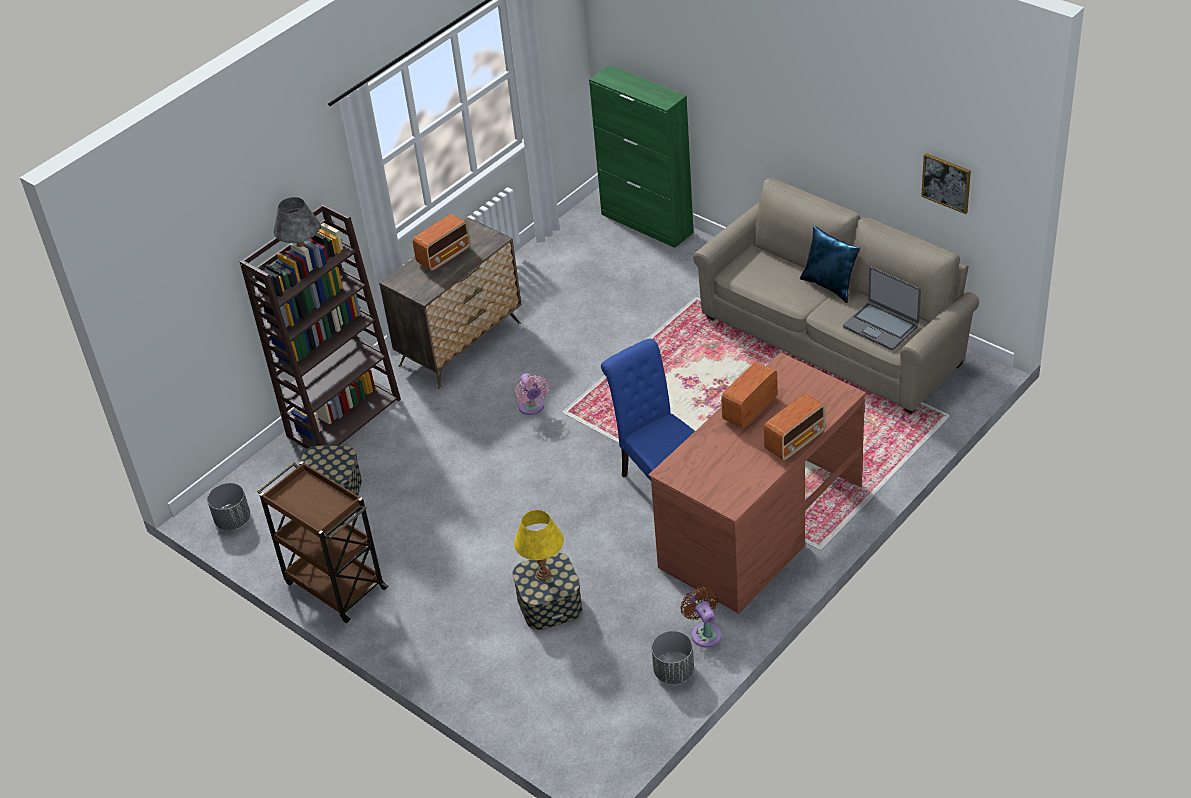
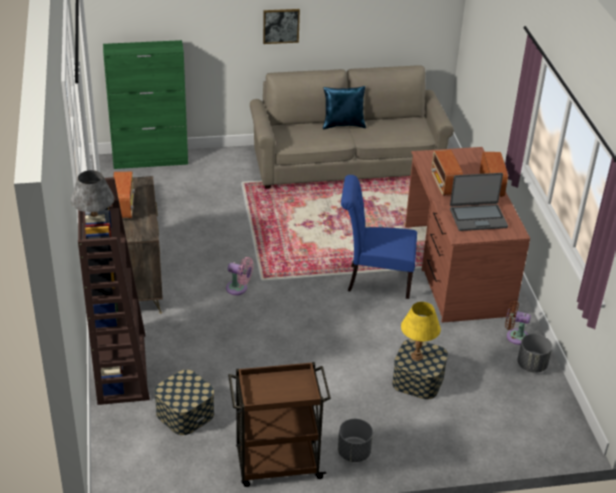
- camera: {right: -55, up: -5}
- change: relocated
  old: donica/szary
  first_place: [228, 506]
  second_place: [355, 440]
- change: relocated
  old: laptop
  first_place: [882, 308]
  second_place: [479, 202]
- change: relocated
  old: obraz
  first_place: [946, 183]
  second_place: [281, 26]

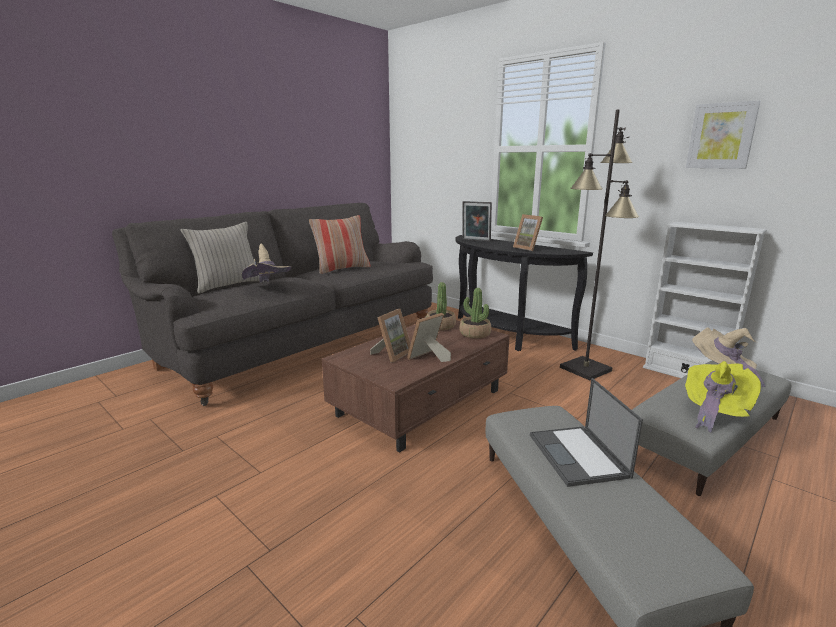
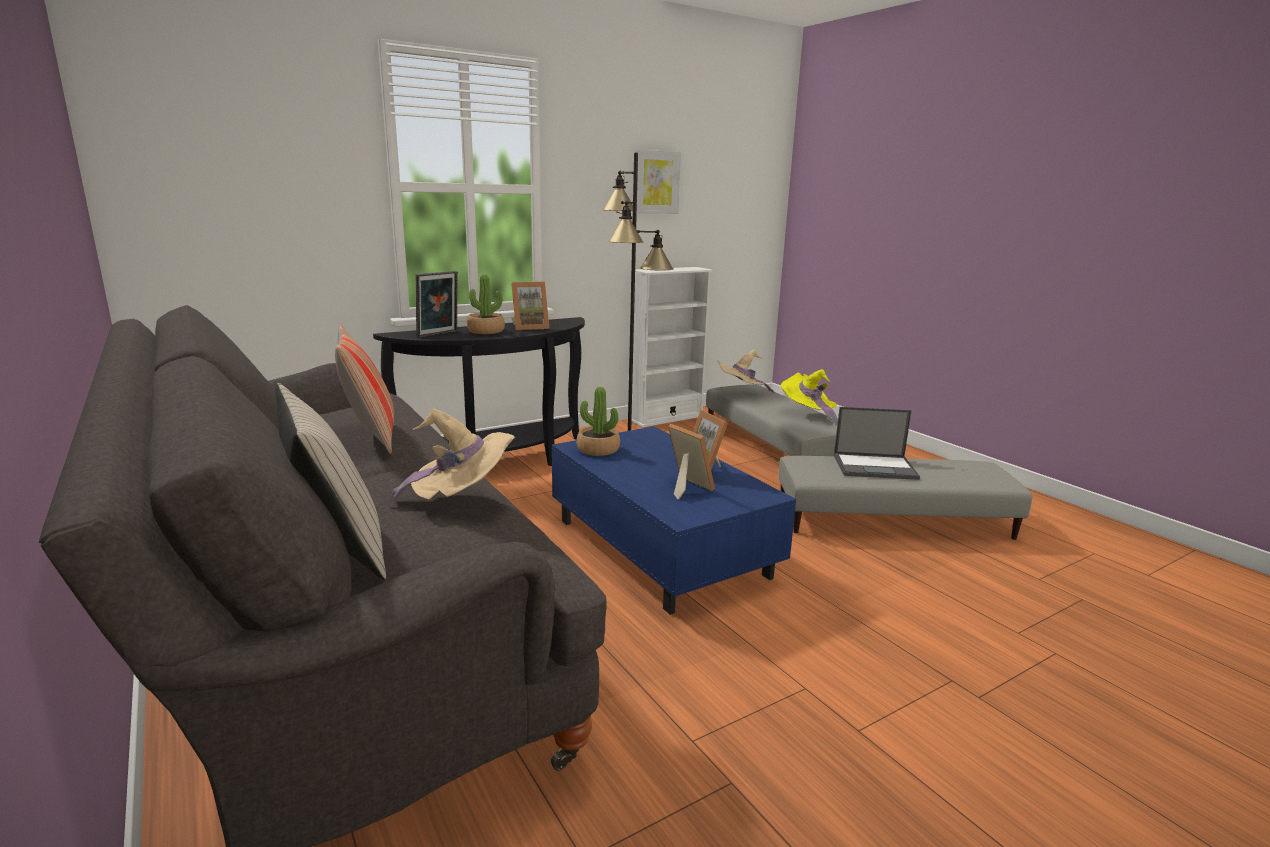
- camera: {right: -75, up: 0}
- change: colour
  old: ława/brązowy
  new: ława/niebieski
  first_place: [416, 386]
  second_place: [674, 520]
- change: relocated
  old: roślina doniczkowa
  first_place: [475, 313]
  second_place: [486, 304]

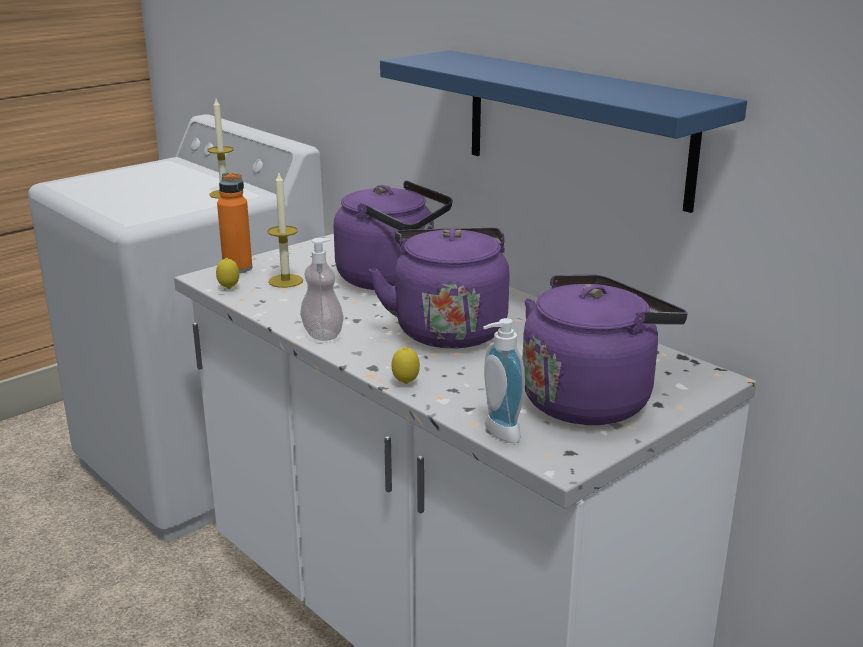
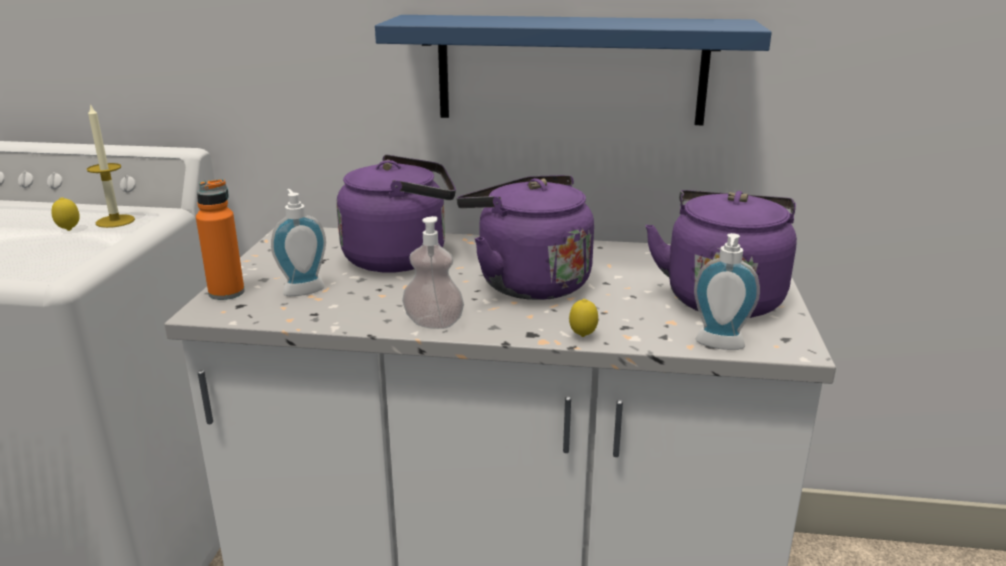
- camera: {right: -40, up: 0}
- change: relocated
  old: cytryna
  first_place: [227, 273]
  second_place: [65, 214]
- change: exchanged
  old: świeca
  new: dozownik mydła
  first_place: [285, 229]
  second_place: [298, 242]

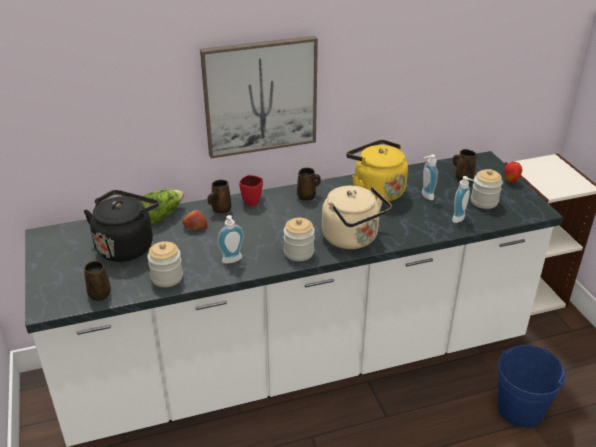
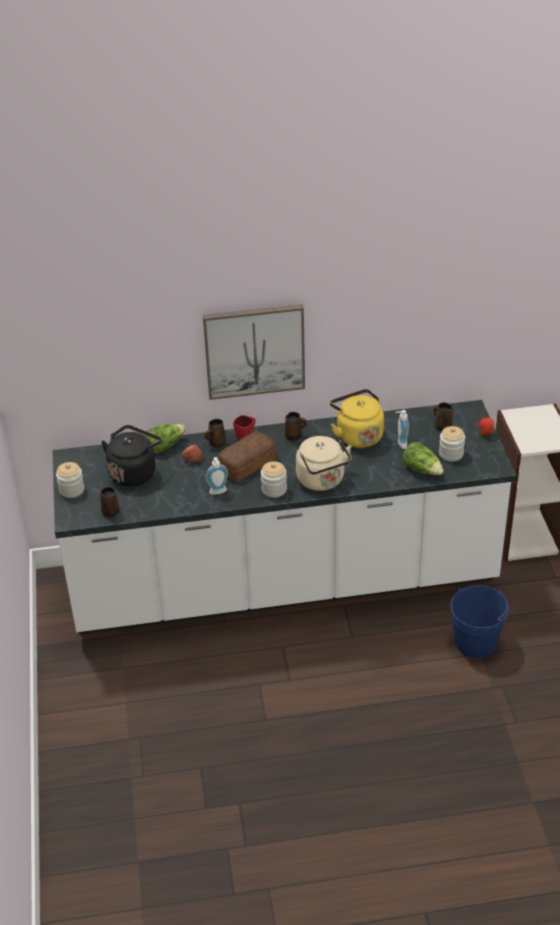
- camera: {right: 10, up: 5}
- change: relocated
  old: słoik
  first_place: [165, 264]
  second_place: [70, 480]
- change: exchanged
  old: dozownik mydła
  new: sałata
  first_place: [463, 199]
  second_place: [423, 458]
- change: appeared
  new: chleb
  second_place: [247, 457]

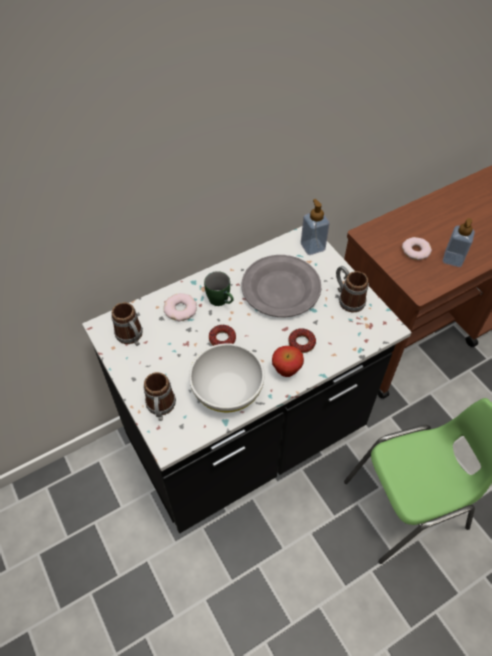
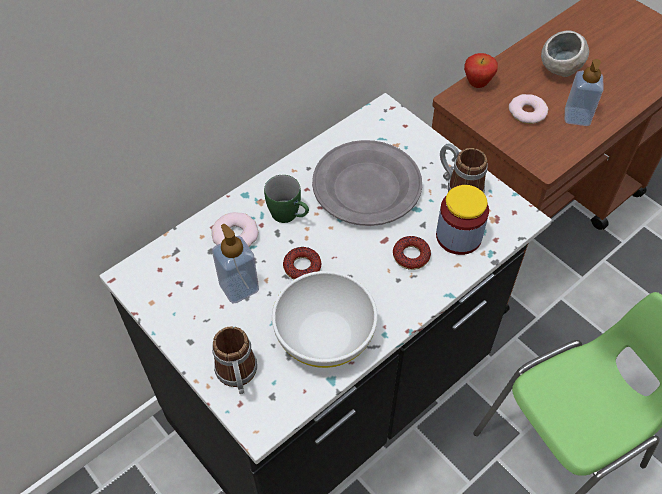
- camera: {right: -10, up: 0}
- change: missing
  old: kubek
  first_place: [127, 324]
- change: relocated
  old: jabłko
  first_place: [288, 361]
  second_place: [481, 70]
- change: relocated
  old: dozownik mydła
  first_place: [315, 227]
  second_place: [235, 264]
- change: appeared
  new: słoik
  second_place: [462, 220]
- change: appeared
  new: miska/szary
  second_place: [565, 53]

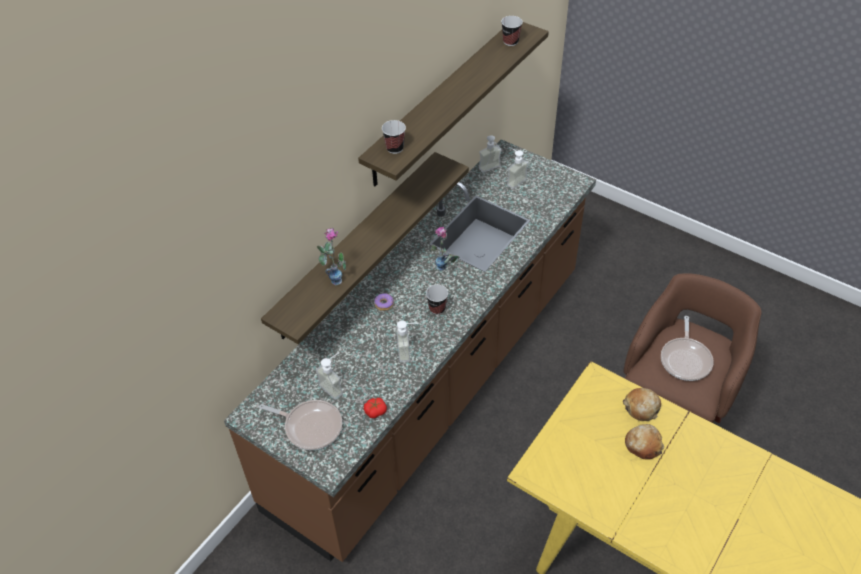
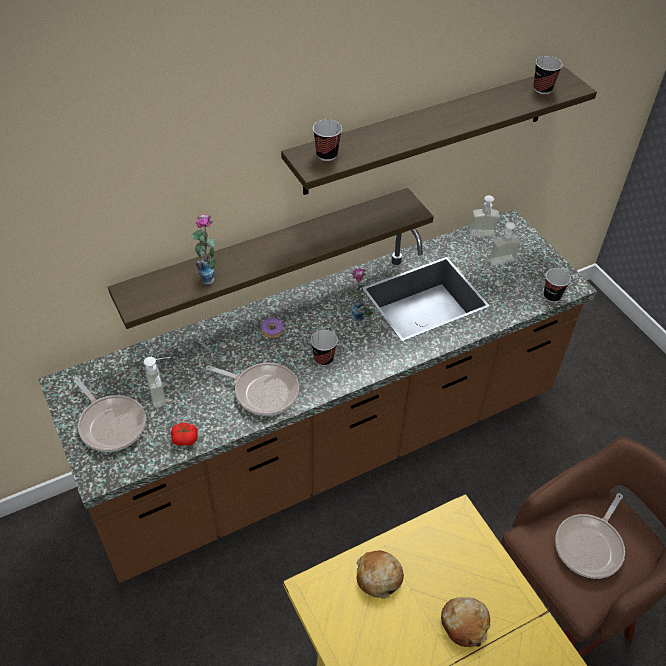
- camera: {right: 25, up: 0}
- change: exchanged
  old: dozownik mydła
  new: patelnia
  first_place: [407, 342]
  second_place: [252, 389]
- change: relocated
  old: chleb
  first_place: [642, 404]
  second_place: [380, 574]
- change: appeared
  new: filiżanka
  second_place: [557, 285]

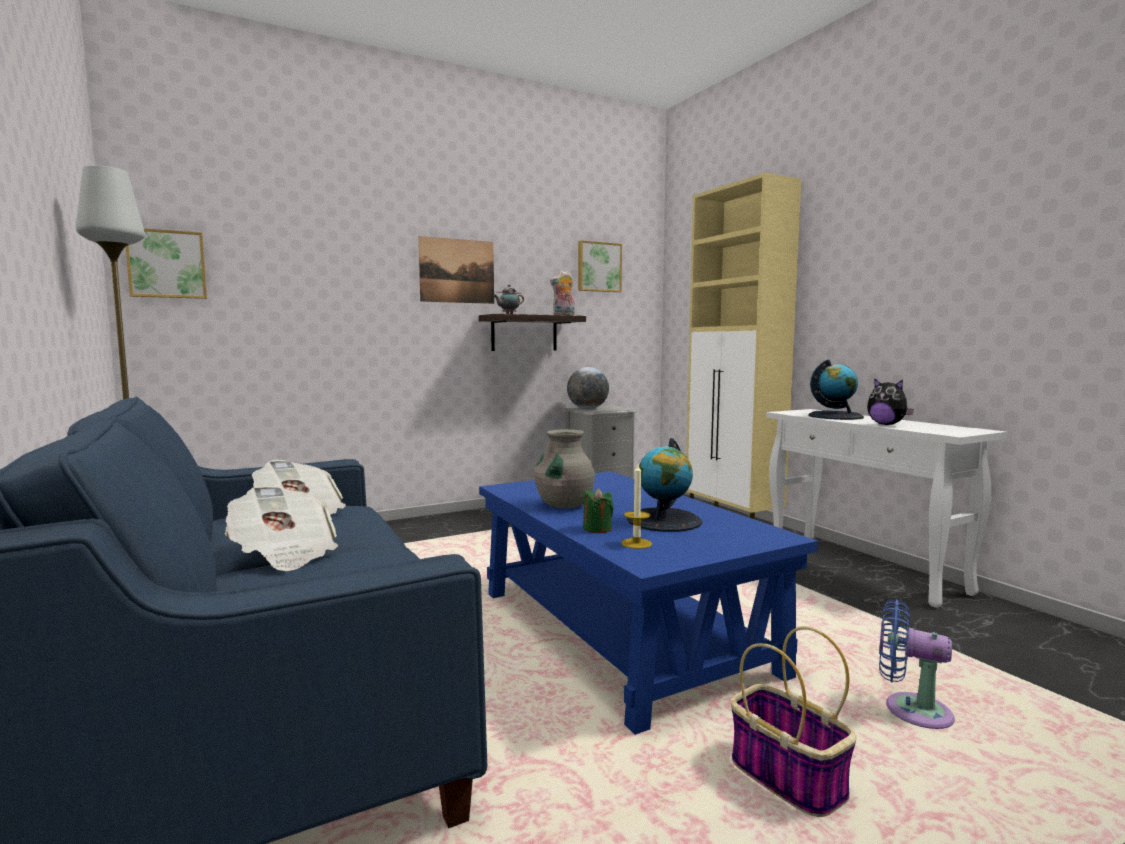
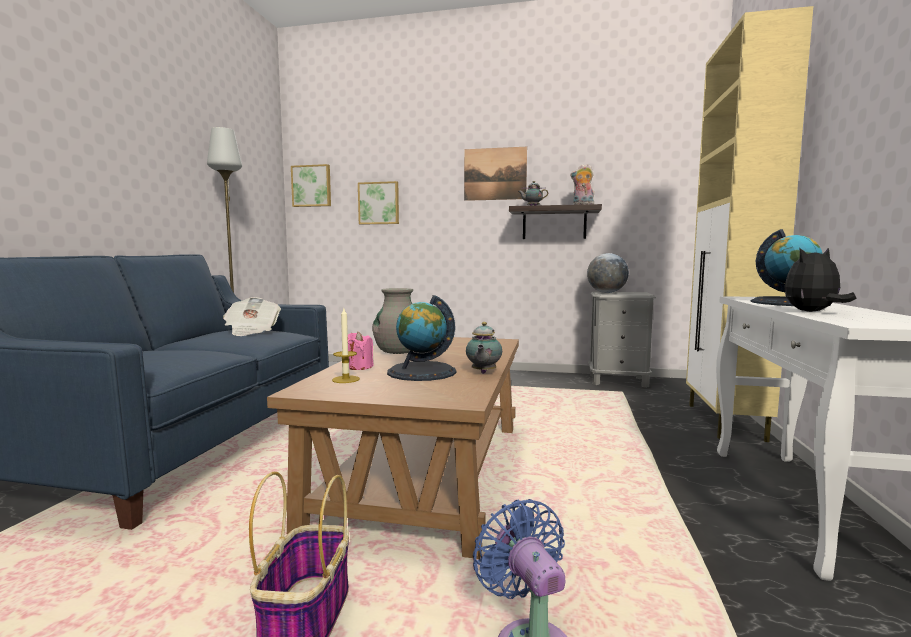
- camera: {right: 40, up: 0}
- change: missing
  old: gazeta
  first_place: [281, 528]
- change: colour
  old: ława/niebieski
  new: ława/brązowy
  first_place: [648, 603]
  second_place: [393, 448]
- change: relocated
  old: obraz
  first_place: [600, 266]
  second_place: [378, 203]
- change: colour
  old: świeca/zielony
  new: świeca/różowy
  first_place: [598, 510]
  second_place: [360, 350]
- change: spun
  old: pluszak
  first_place: [890, 401]
  second_place: [820, 280]
  degrees: 75
- change: appeared
  new: imbryk
  second_place: [484, 348]

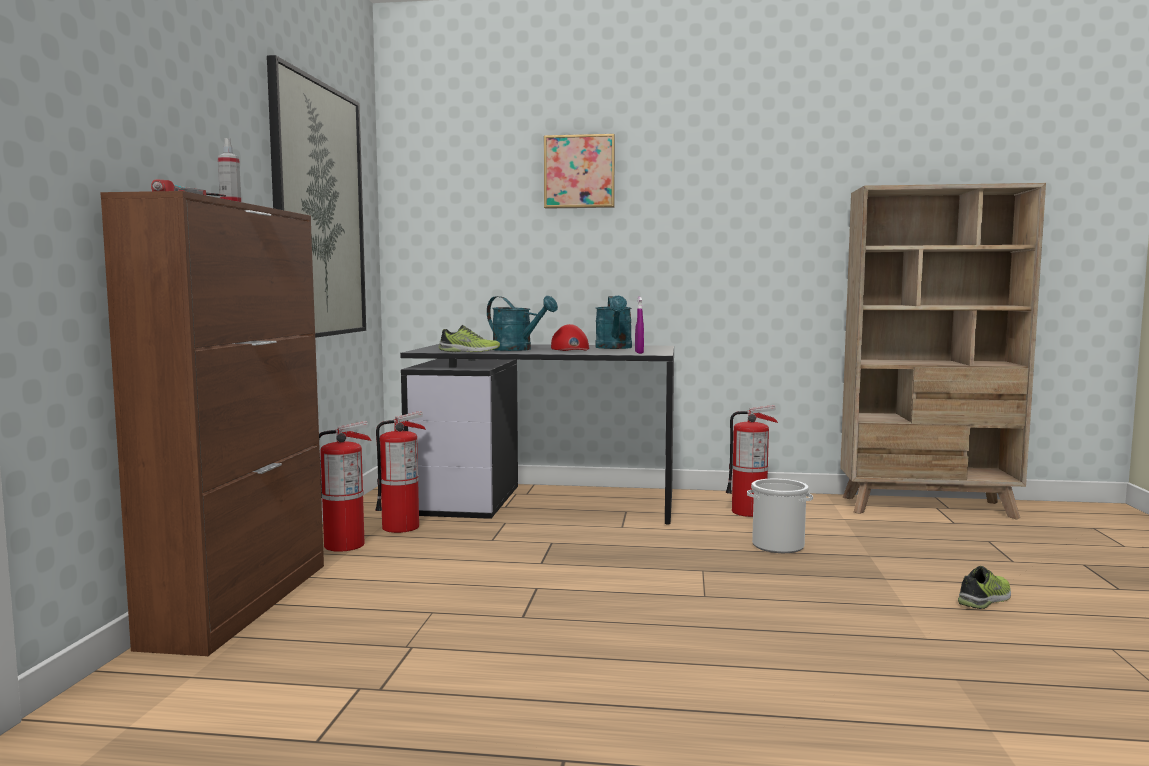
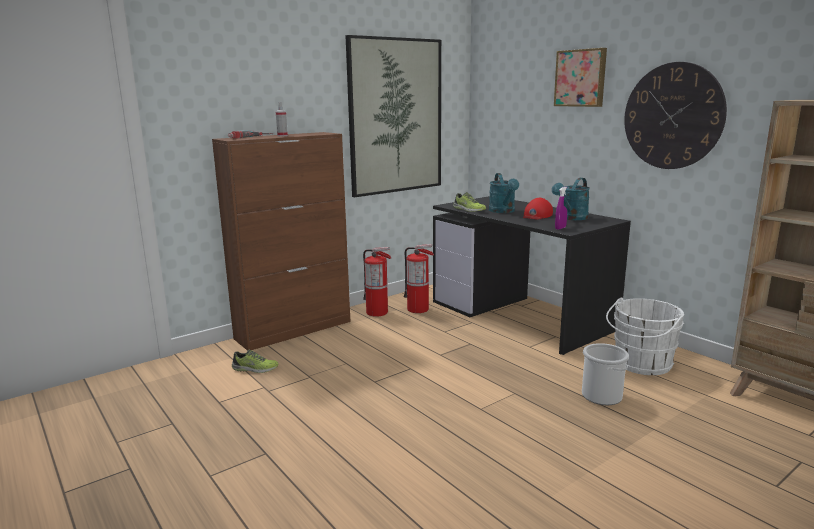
- camera: {right: 45, up: 10}
- change: exchanged
  old: gaśnica
  new: wiadro/biały
  first_place: [752, 461]
  second_place: [645, 336]
- change: relocated
  old: but
  first_place: [984, 587]
  second_place: [255, 361]
- change: appeared
  new: zegar ścienny
  second_place: [675, 115]

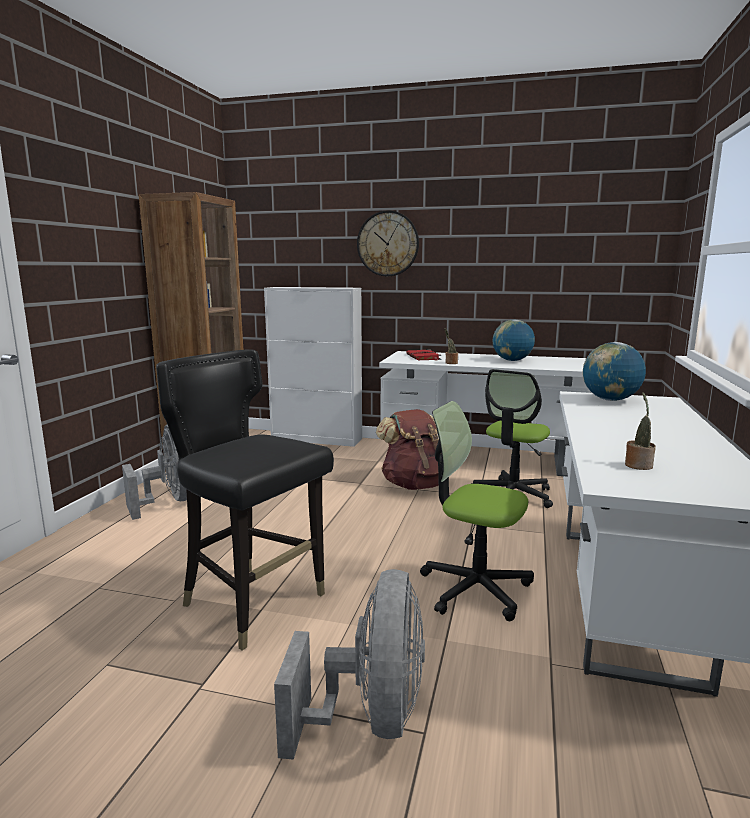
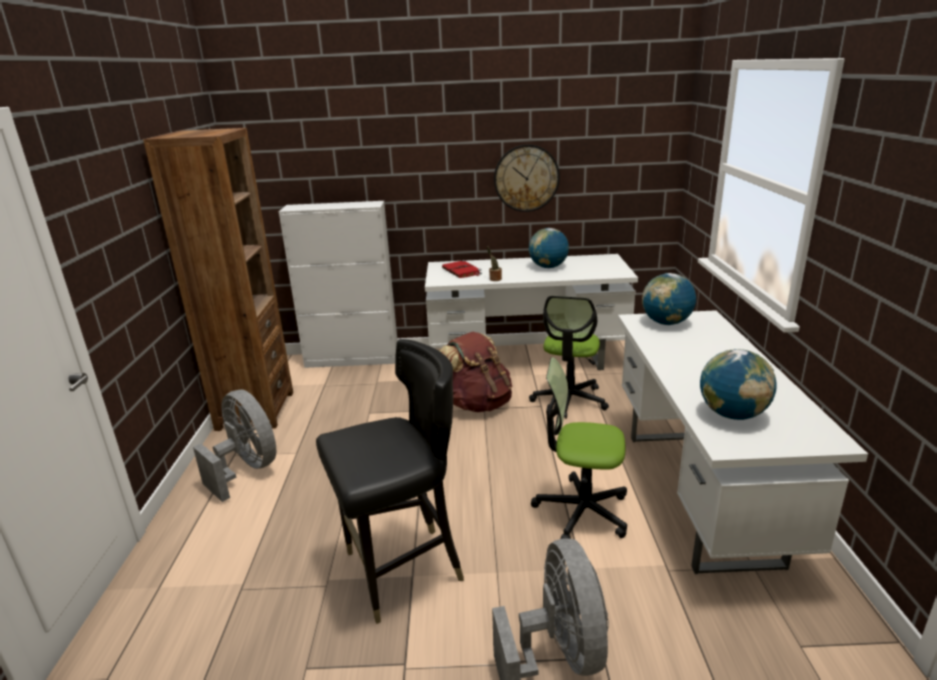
- camera: {right: -15, up: 10}
- change: spun
  old: krzesło/czarny
  first_place: [245, 500]
  second_place: [390, 481]
  degrees: 135
- change: relocated
  old: zegar ścienny
  first_place: [388, 243]
  second_place: [527, 178]
- change: exchanged
  old: roślina doniczkowa
  new: globus
  first_place: [640, 431]
  second_place: [738, 384]

